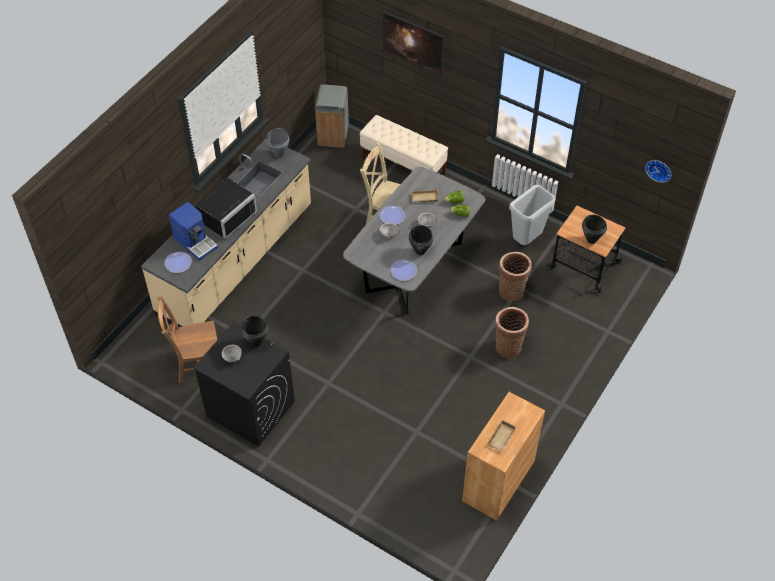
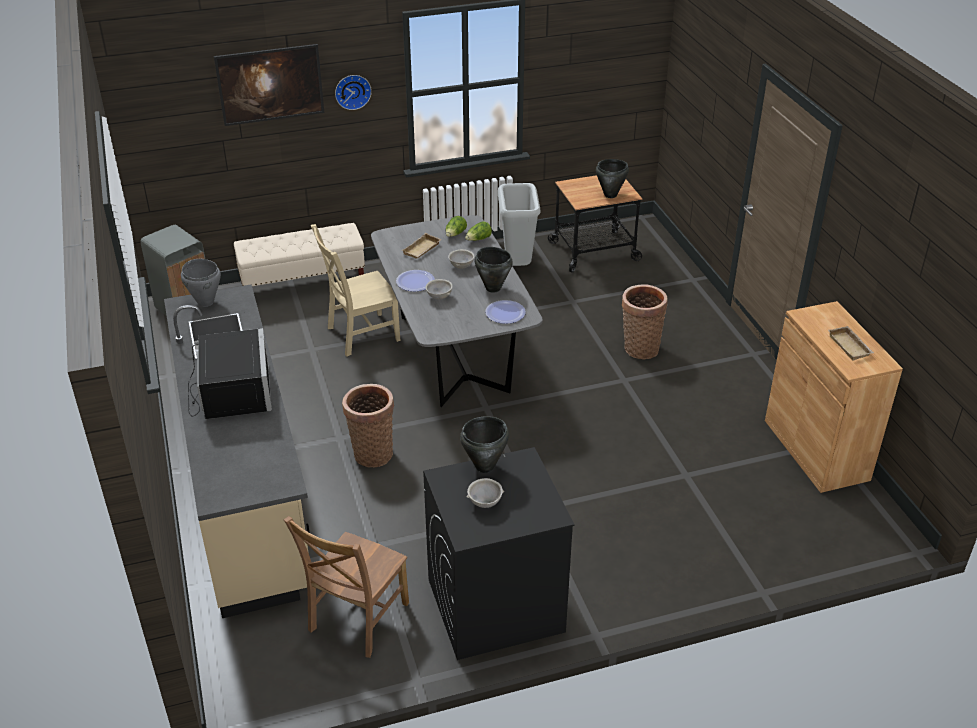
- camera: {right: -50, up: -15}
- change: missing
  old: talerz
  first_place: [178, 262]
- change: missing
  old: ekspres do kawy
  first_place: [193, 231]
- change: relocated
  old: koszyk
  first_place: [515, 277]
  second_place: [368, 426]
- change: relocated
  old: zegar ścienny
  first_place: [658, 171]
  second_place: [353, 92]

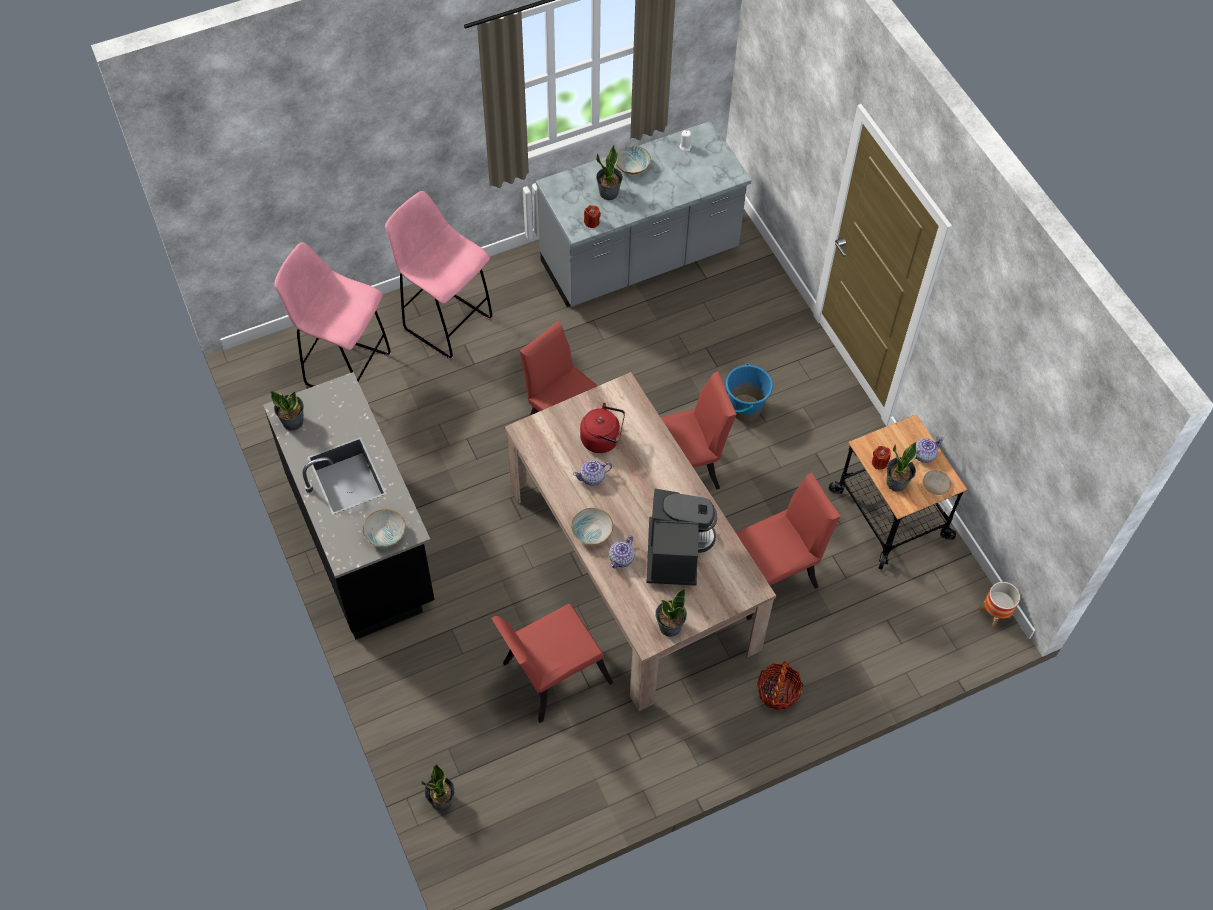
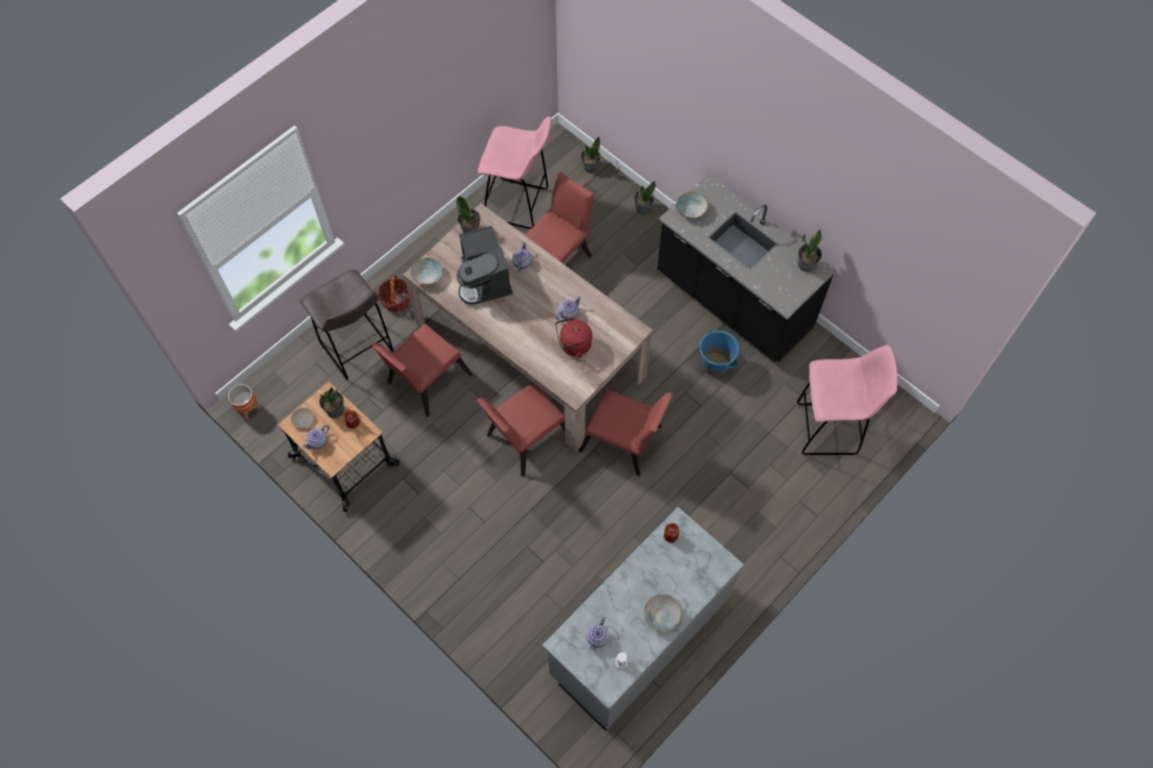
- camera: {right: 160, up: 5}
- change: relocated
  old: stołek/różowy
  first_place: [438, 275]
  second_place: [514, 173]
- change: relocated
  old: miska
  first_place: [592, 526]
  second_place: [427, 271]
- change: relocated
  old: roślina doniczkowa
  first_place: [609, 172]
  second_place: [644, 198]
- change: relocated
  old: wiadro/niebieski
  first_place: [749, 392]
  second_place: [719, 353]
- change: appeared
  new: stołek/szary
  second_place: [347, 324]
- change: appeared
  new: imbryk
  second_place: [597, 634]

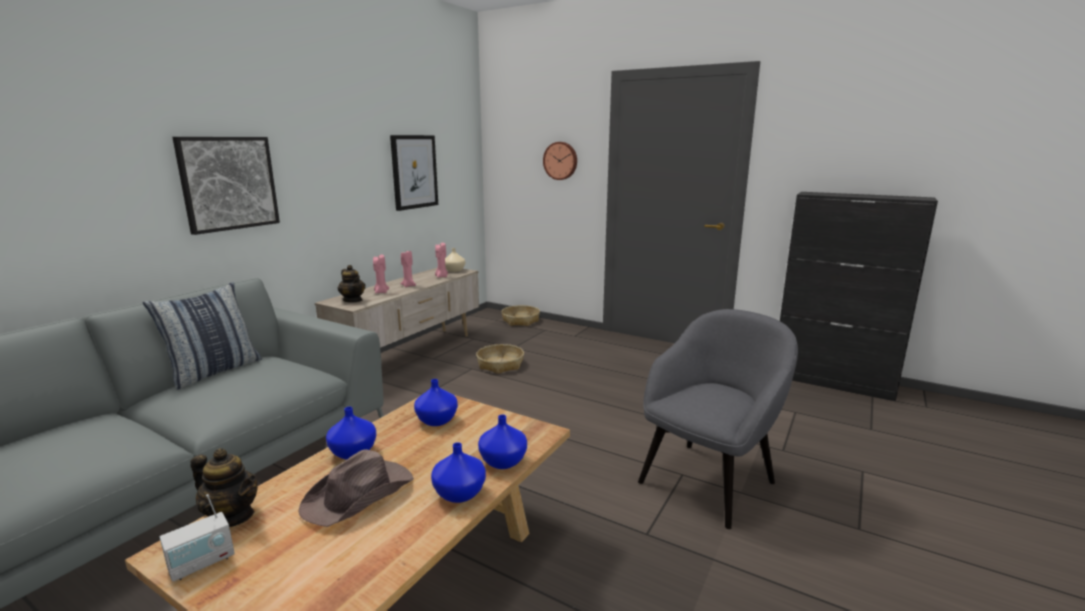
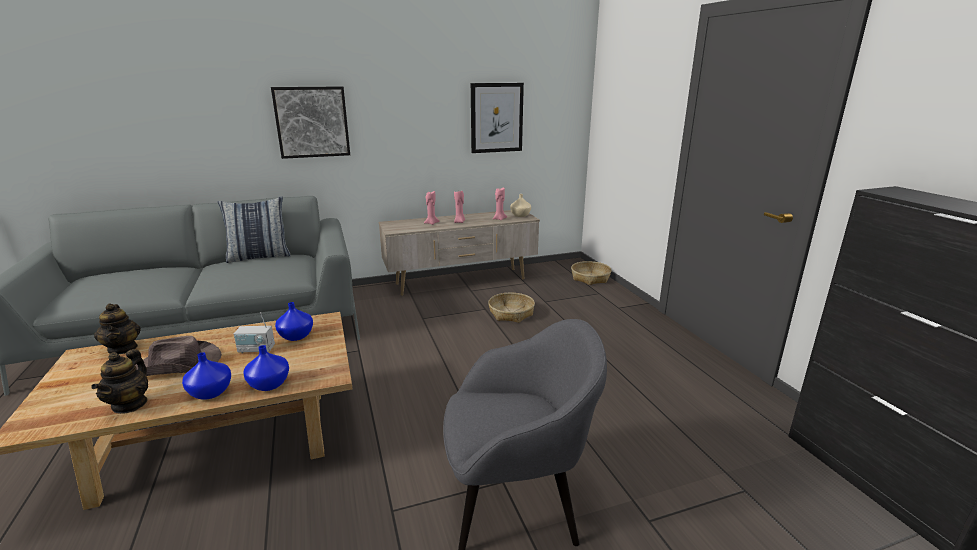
- camera: {right: 40, up: 5}
- change: relocated
  old: radio
  first_place: [197, 538]
  second_place: [254, 332]
- change: missing
  old: wazon/niebieski
  first_place: [351, 433]
- change: relocated
  old: imbryk
  first_place: [352, 283]
  second_place: [119, 381]
- change: missing
  old: zegar ścienny
  first_place: [560, 161]

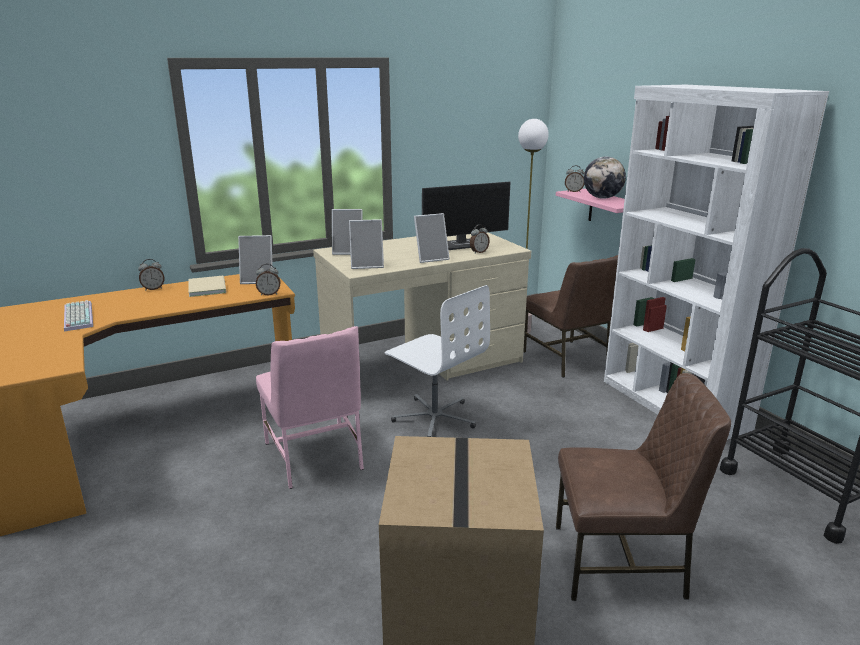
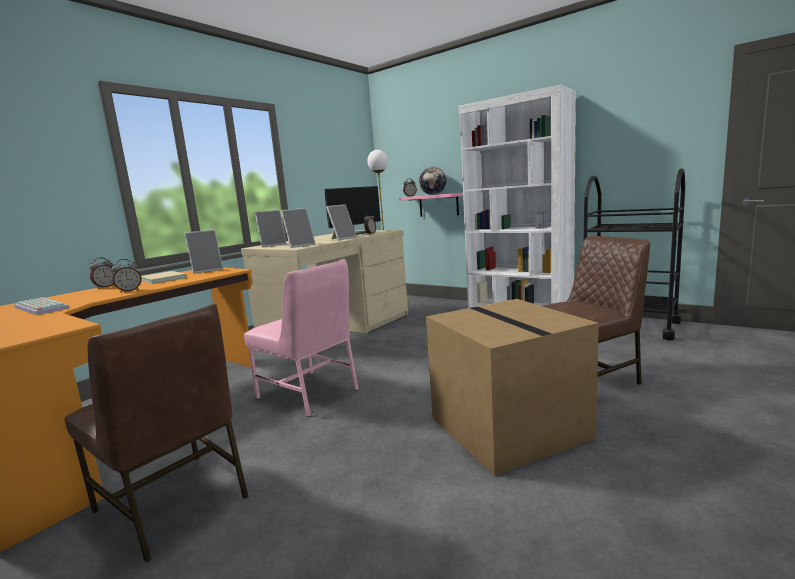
- camera: {right: -25, up: -10}
- change: relocated
  old: budzik
  first_place: [268, 279]
  second_place: [127, 276]
- change: missing
  old: krzesło biurowe/biały
  first_place: [437, 361]
- change: relocated
  old: krzesło/brązowy
  first_place: [570, 316]
  second_place: [157, 433]

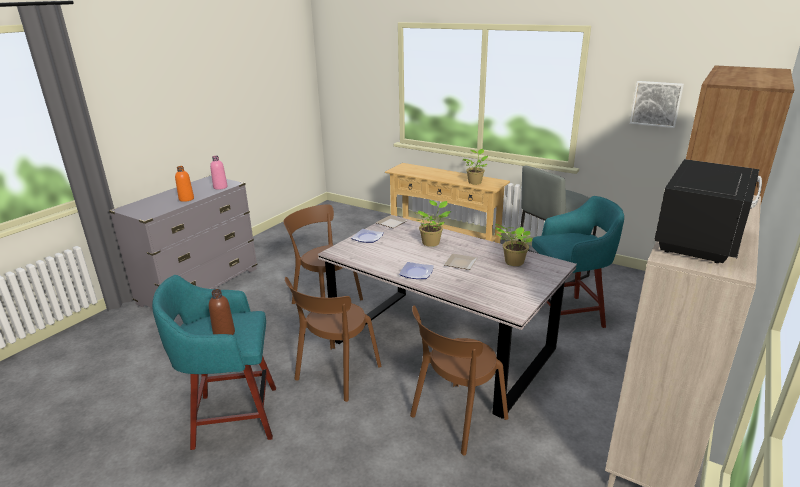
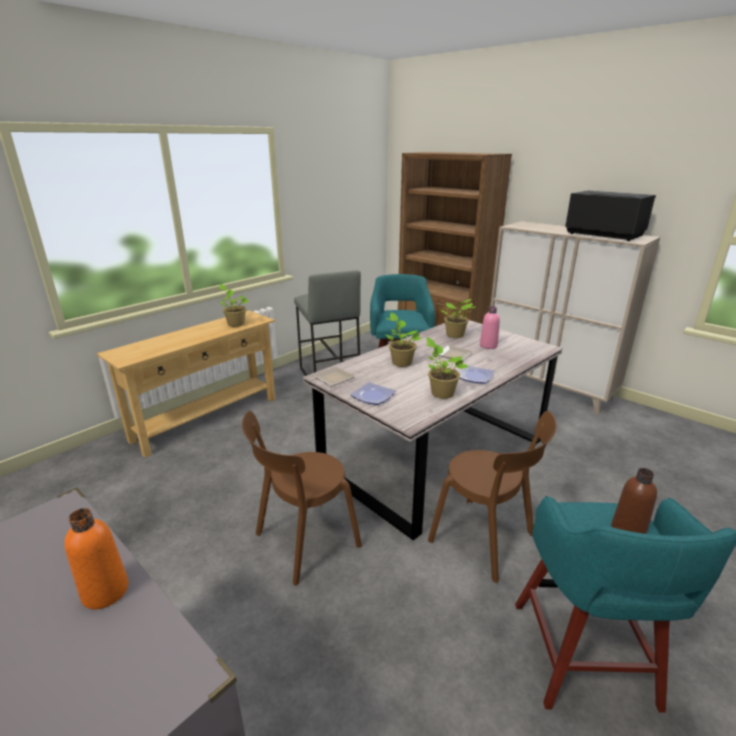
- camera: {right: -80, up: 0}
- change: relocated
  old: butelka/różowy
  first_place: [219, 173]
  second_place: [490, 327]
- change: missing
  old: krzesło/brązowy
  first_place: [459, 380]
- change: missing
  old: obraz
  first_place: [657, 104]
- change: appeared
  new: roślina doniczkowa
  second_place: [447, 368]

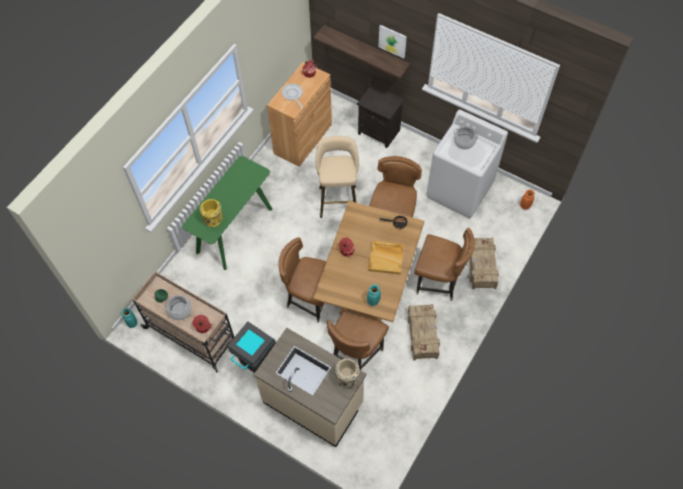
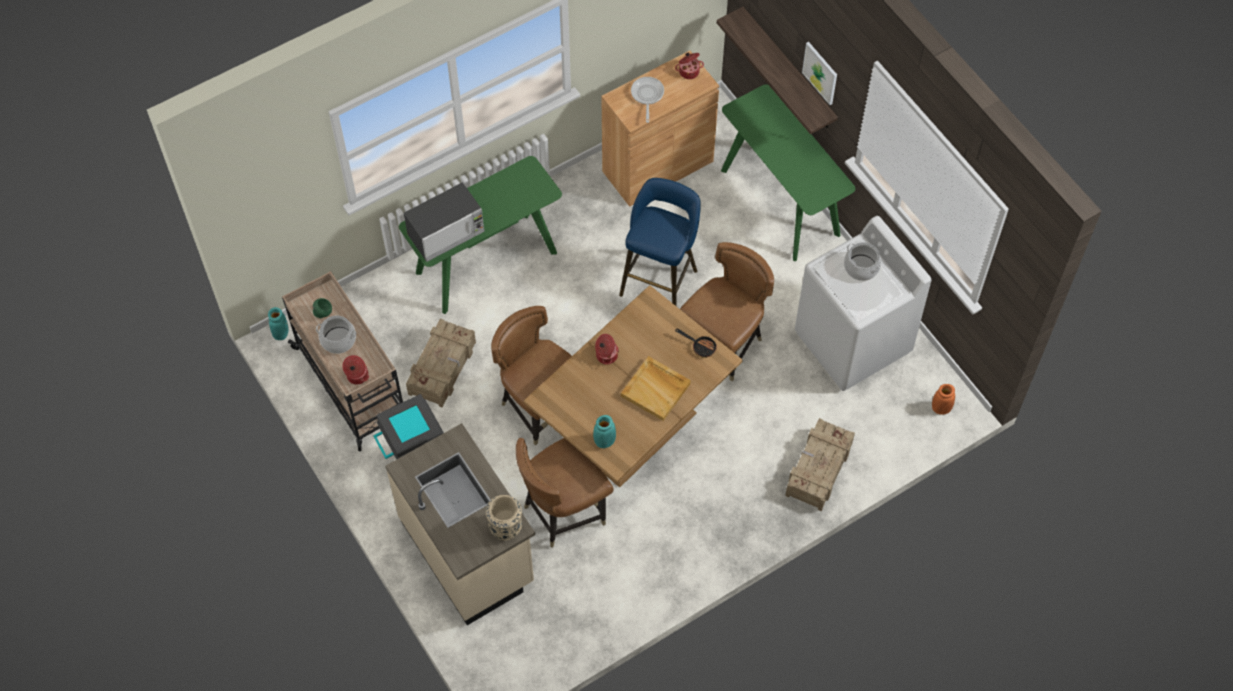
- camera: {right: 25, up: 0}
- change: exchanged
  old: wazon/żółty
  new: mikrofalówka
  first_place: [211, 213]
  second_place: [444, 222]
- change: colour
  old: stołek/beżowy
  new: stołek/niebieski
  first_place: [337, 177]
  second_place: [660, 242]
- change: exchanged
  old: szafka nocna/czarny
  new: stolik konsolowy/zielony
  first_place: [381, 116]
  second_place: [788, 172]
- change: relocated
  old: skrzynka
  first_place: [424, 332]
  second_place: [441, 363]
- change: missing
  old: krzesło/brązowy
  first_place: [444, 264]

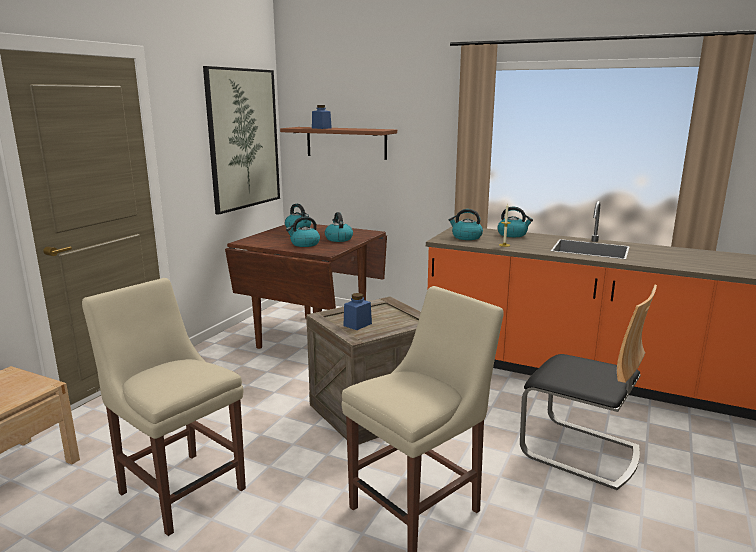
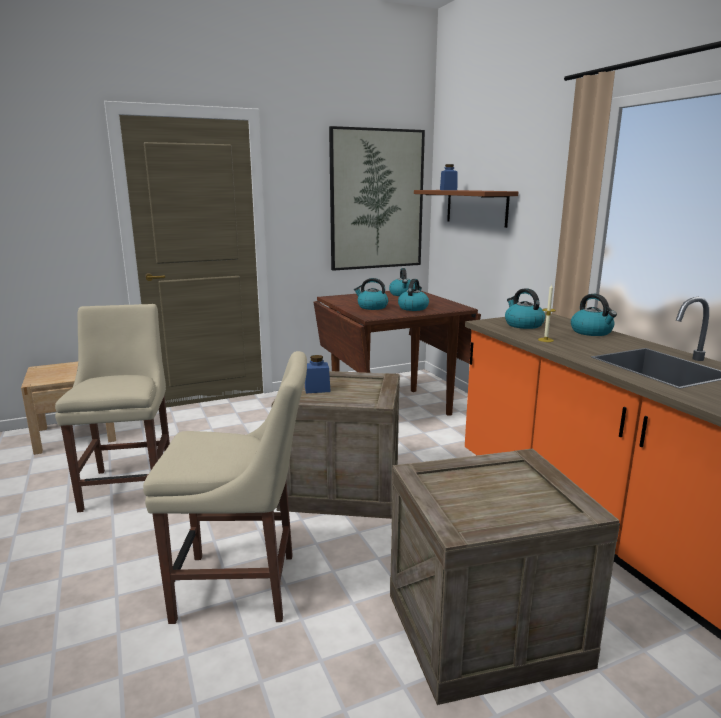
- camera: {right: 40, up: 0}
- change: exchanged
  old: krzesło
  new: skrzynka
  first_place: [588, 387]
  second_place: [505, 577]

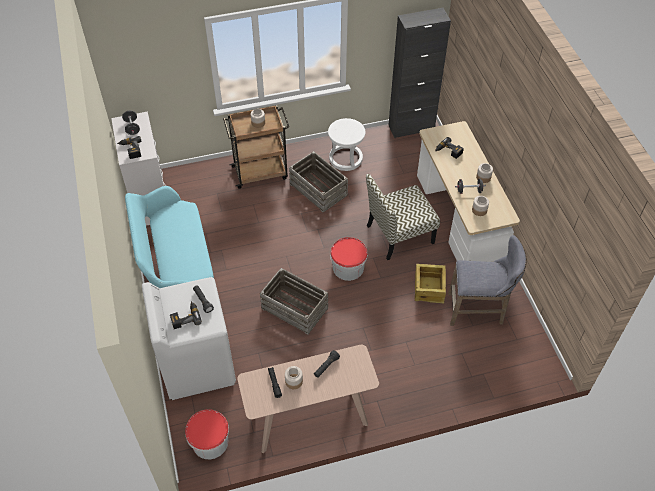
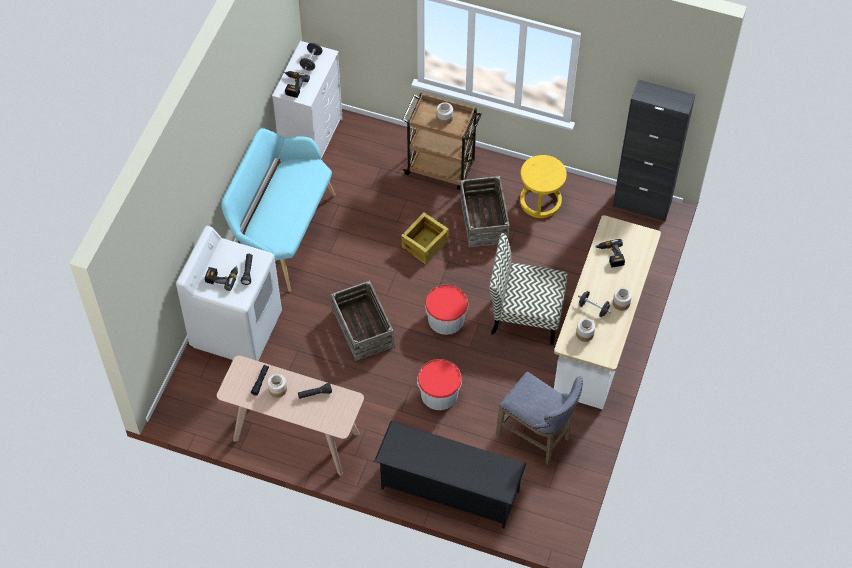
- camera: {right: 35, up: 5}
- change: relocated
  old: wiadro
  first_place: [207, 434]
  second_place: [439, 384]
- change: colour
  old: stołek/biały
  new: stołek/żółty
  first_place: [347, 144]
  second_place: [543, 186]
- change: relocated
  old: skrzynka
  first_place: [430, 283]
  second_place: [425, 238]
- change: appeared
  new: regał na buty/czarny
  second_place: [450, 474]

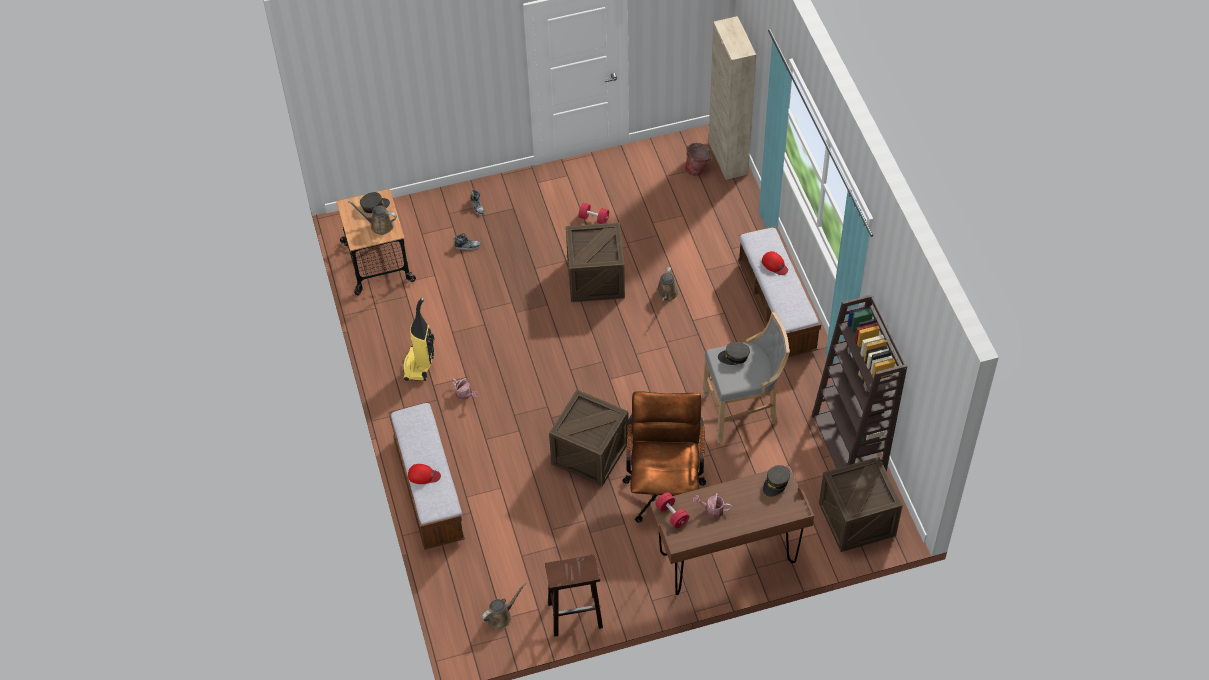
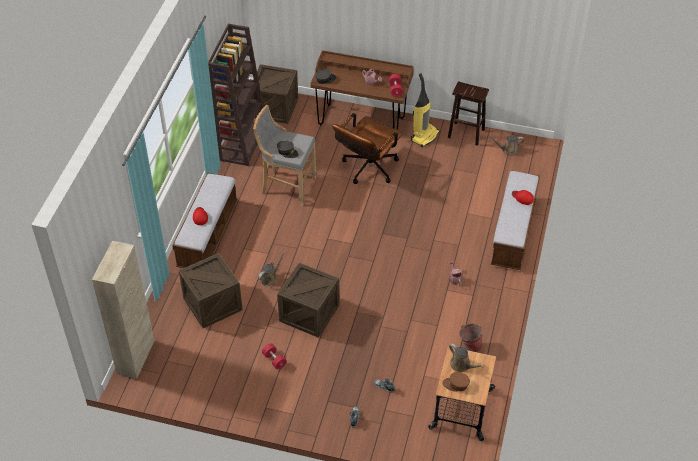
- camera: {right: -150, up: -5}
- change: colour
  old: czapka z daszkiem/szary
  new: czapka z daszkiem/brązowy
  first_place: [375, 202]
  second_place: [456, 381]
- change: relocated
  old: odkurzacz
  first_place: [418, 339]
  second_place: [425, 110]
- change: relocated
  old: skrzynka
  first_place: [588, 438]
  second_place: [211, 290]
- change: relocated
  old: wiadro
  first_place: [699, 159]
  second_place: [471, 337]

